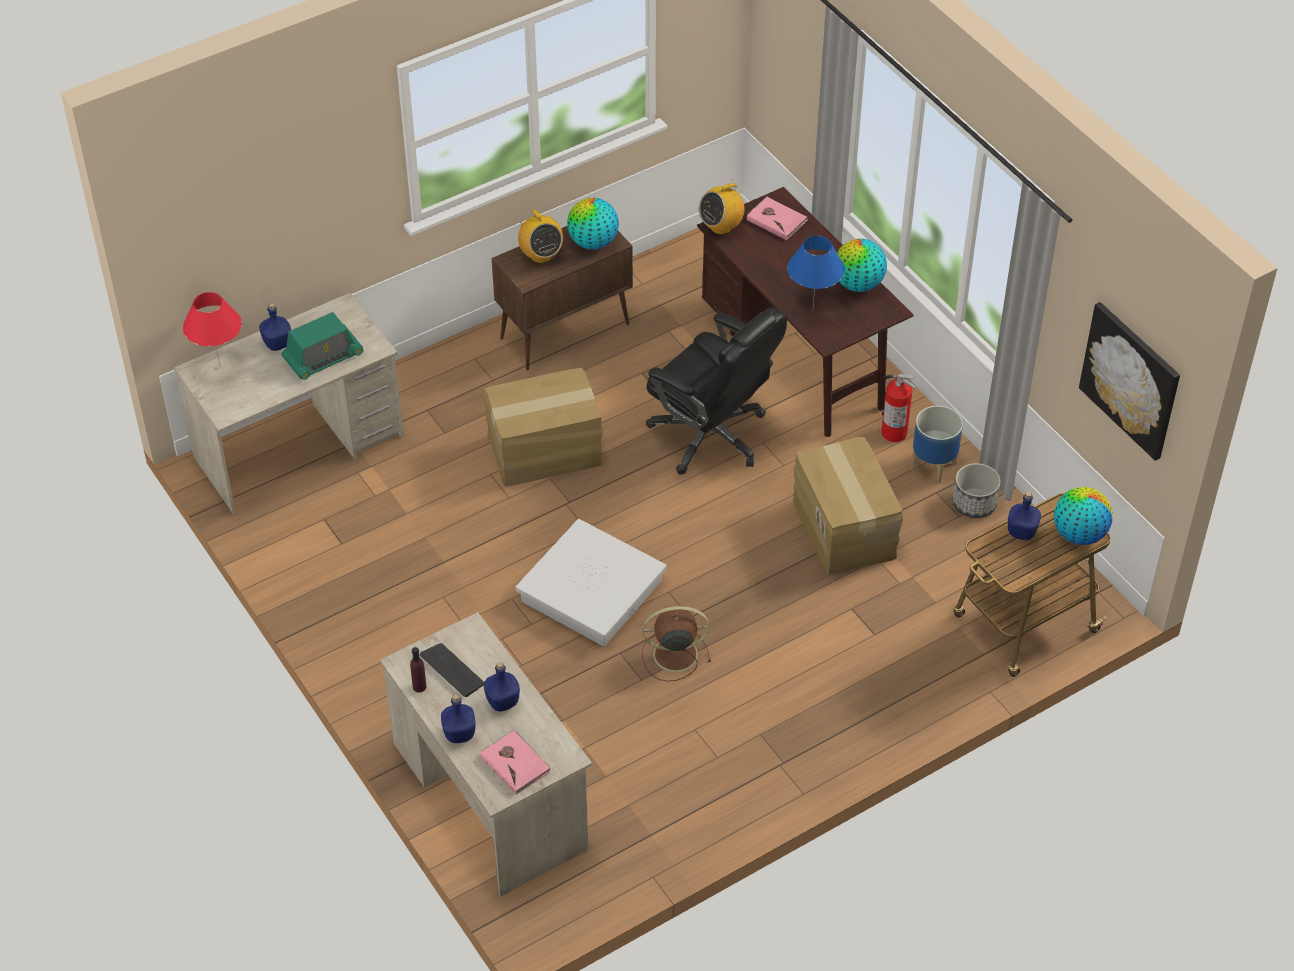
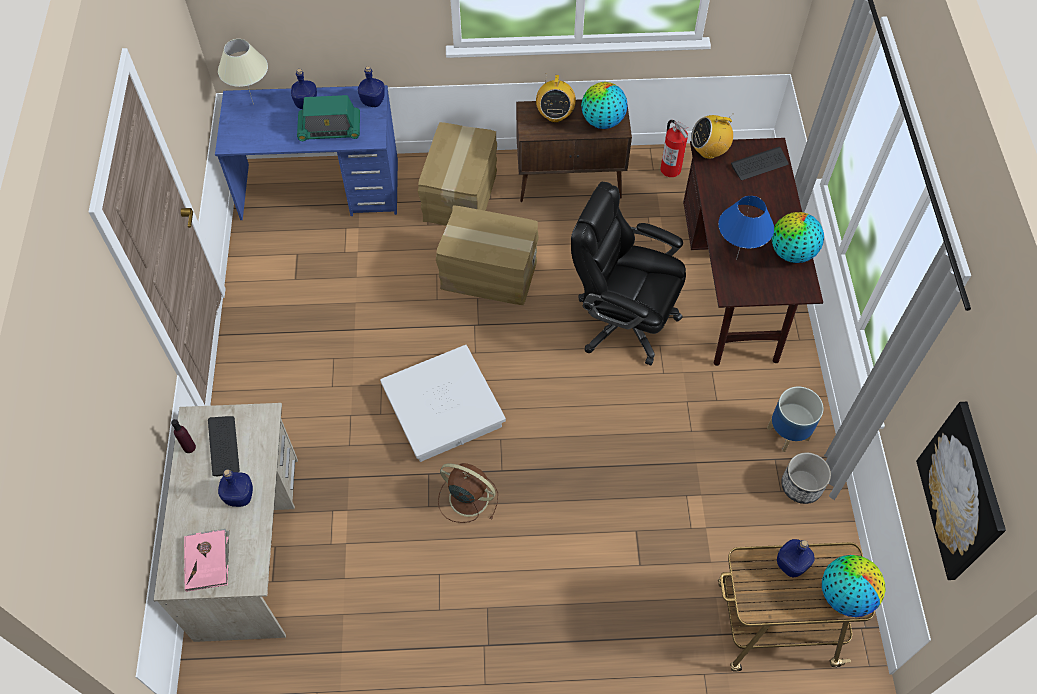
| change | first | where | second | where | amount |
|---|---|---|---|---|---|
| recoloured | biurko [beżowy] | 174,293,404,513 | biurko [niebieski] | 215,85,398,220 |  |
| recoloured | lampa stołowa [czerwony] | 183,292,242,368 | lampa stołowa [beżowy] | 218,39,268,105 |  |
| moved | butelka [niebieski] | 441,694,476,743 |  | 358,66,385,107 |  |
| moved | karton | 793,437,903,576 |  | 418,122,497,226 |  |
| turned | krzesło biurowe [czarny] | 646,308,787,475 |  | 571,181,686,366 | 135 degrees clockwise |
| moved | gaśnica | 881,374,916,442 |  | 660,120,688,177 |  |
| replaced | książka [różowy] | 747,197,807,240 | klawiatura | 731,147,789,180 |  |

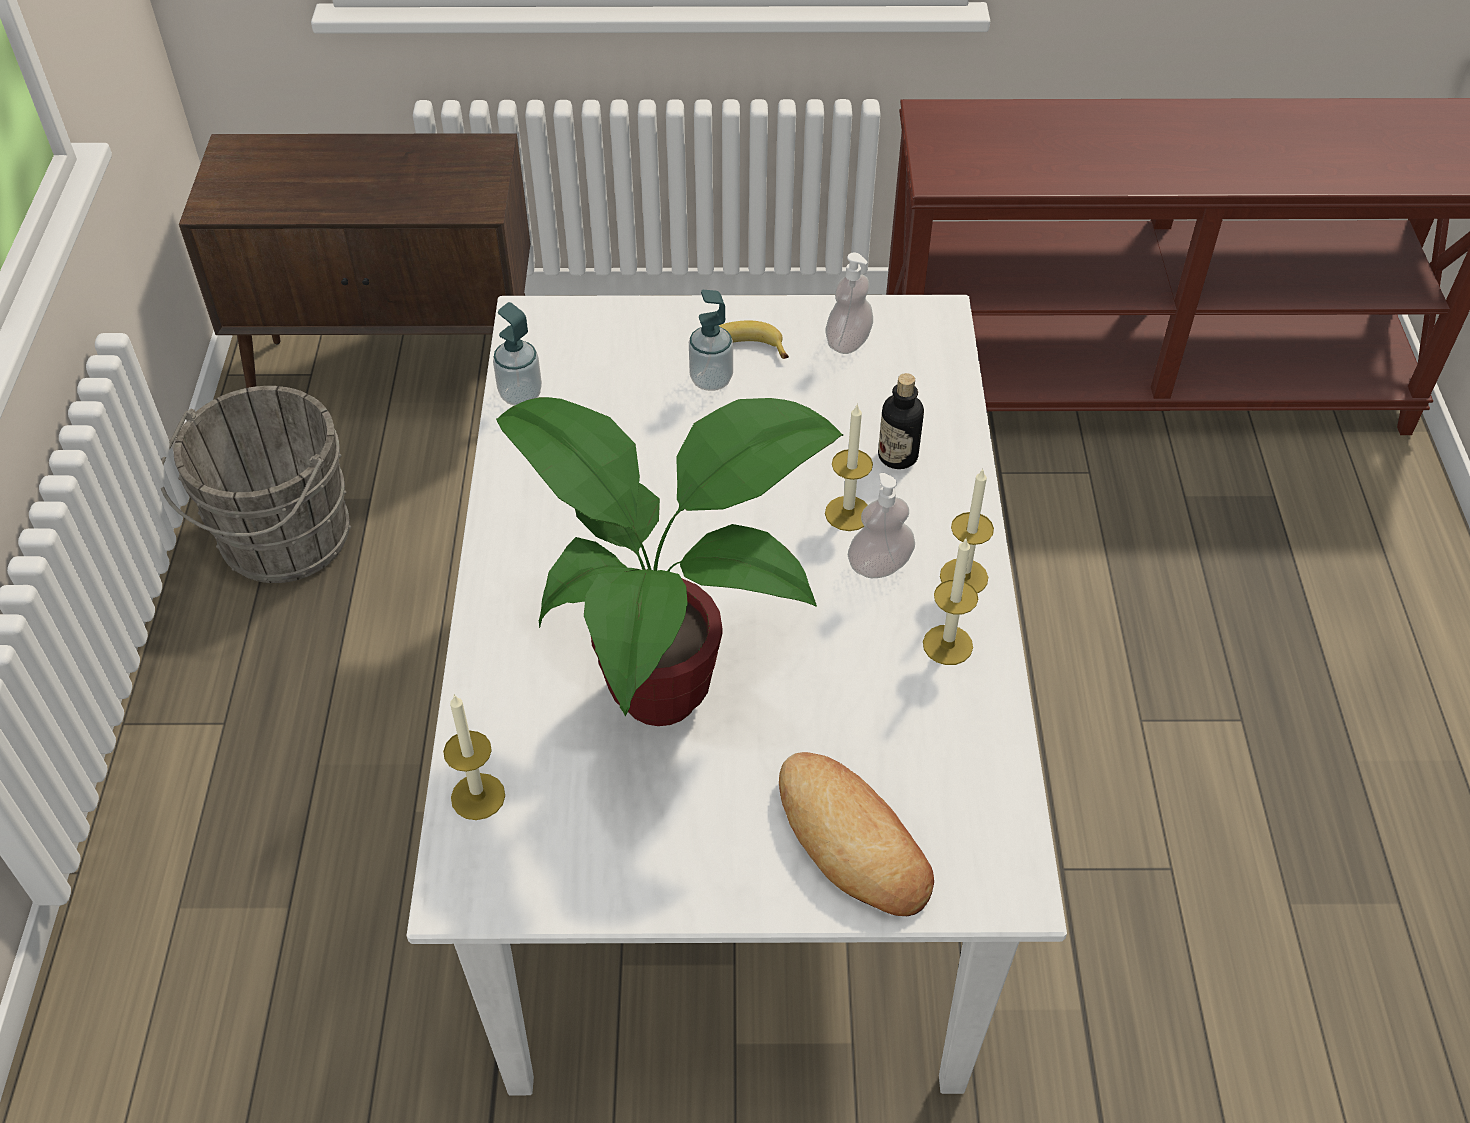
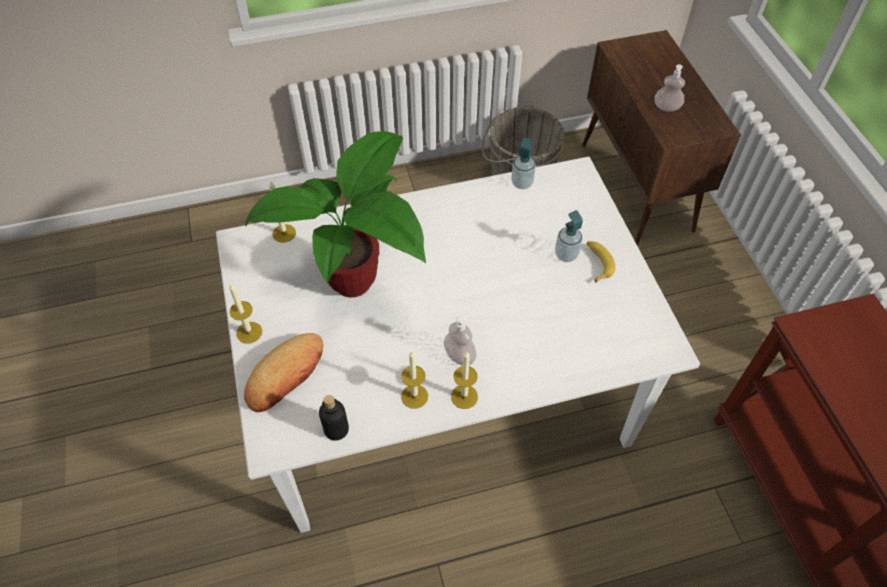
| change | first | where | second | where | amount |
|---|---|---|---|---|---|
| moved | świeca | 825,403,873,531 |  | 229,283,262,344 |  |
| moved | butelka | 878,373,924,469 |  | 319,395,349,441 |  |
| moved | dozownik mydła | 826,252,873,354 |  | 655,64,685,112 |  |

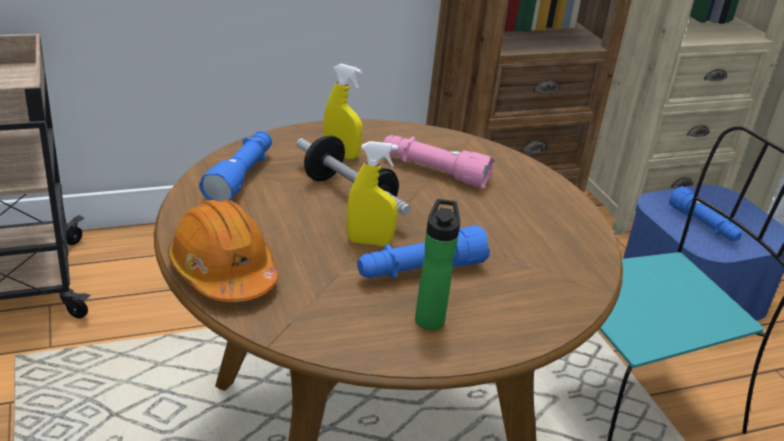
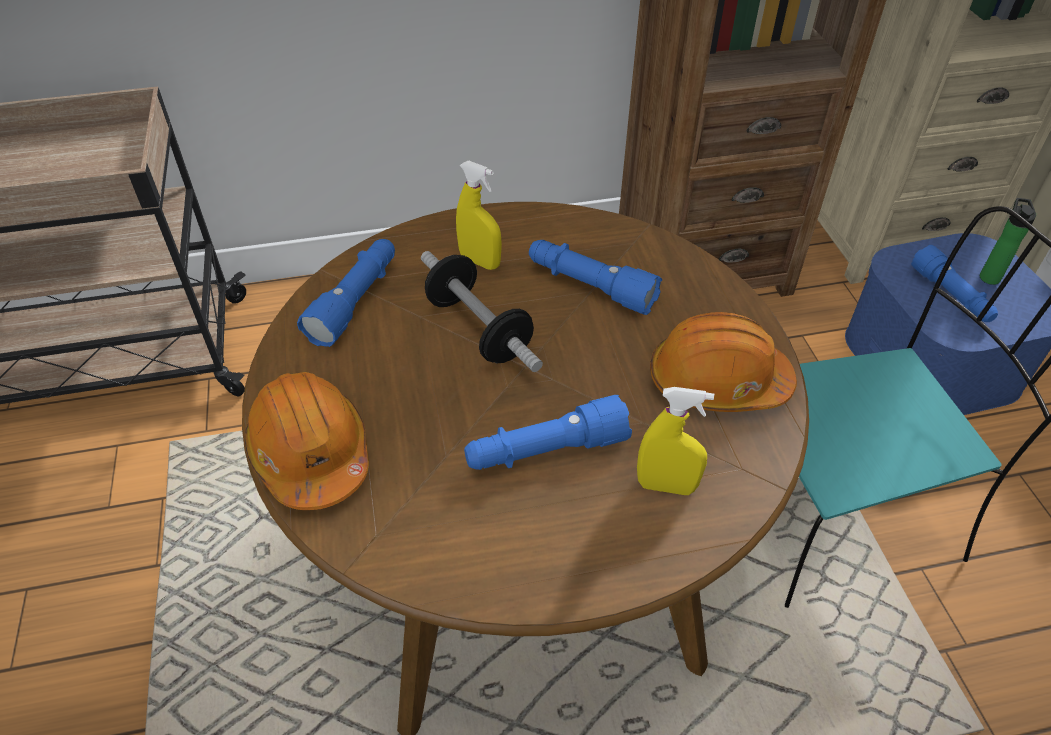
| change | first | where | second | where | amount |
|---|---|---|---|---|---|
| recoloured | latarka [różowy] | 384,135,494,189 | latarka [niebieski] | 529,240,662,315 |  |
| moved | spryskiwacz [żółty] | 346,141,398,246 |  | 637,387,714,495 |  |
| added |  |  | kask [pomarańczowy] | 650,312,797,412 |  |
| moved | butelka | 415,199,460,330 |  | 980,198,1036,285 |  |

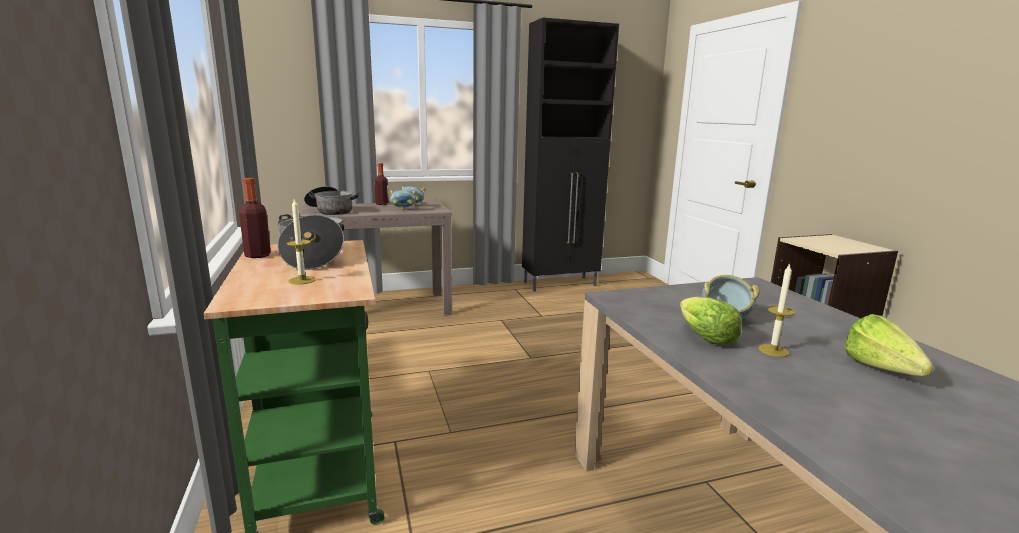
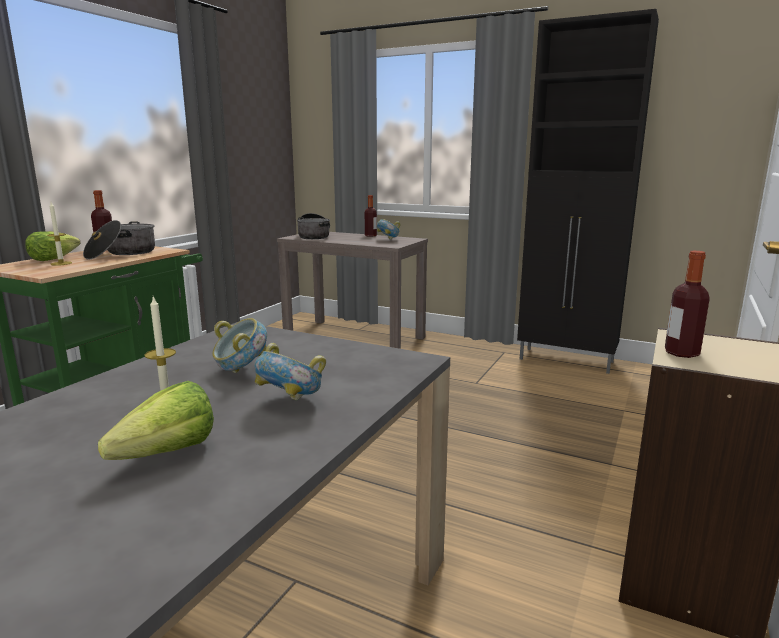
| change | first | where | second | where | amount |
|---|---|---|---|---|---|
| moved | sałata | 680,297,742,345 |  | 25,231,80,261 |  |
| moved | miska | 390,190,416,210 |  | 254,343,326,401 |  |
| added |  |  | butelka | 665,251,710,358 |  |

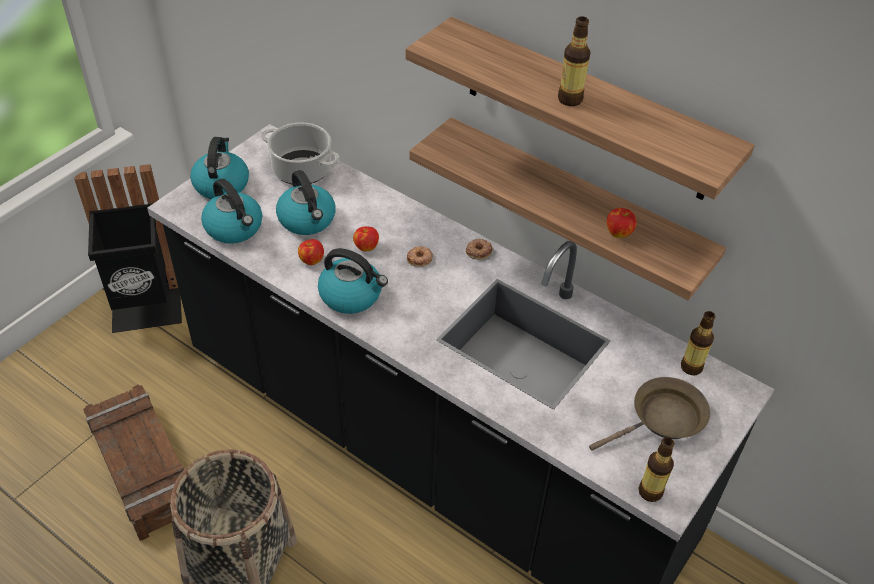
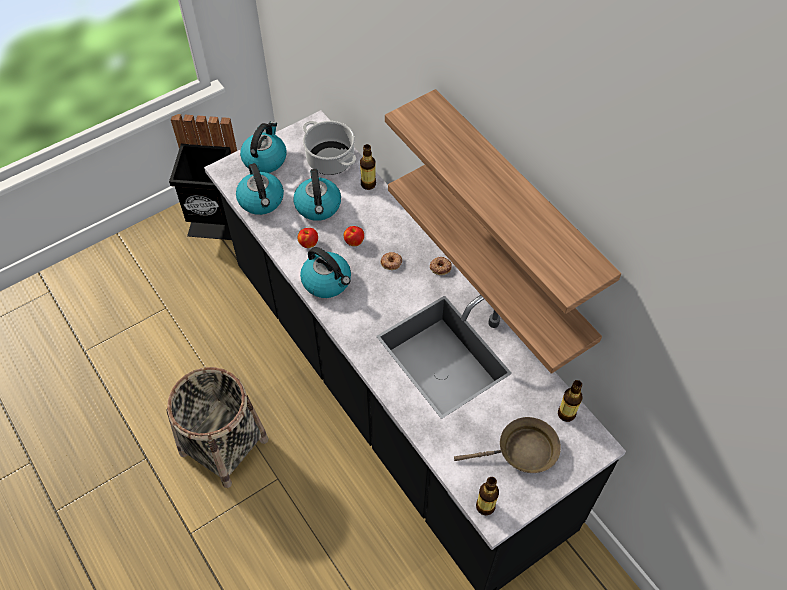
| change | first | where | second | where | amount |
|---|---|---|---|---|---|
| moved | butelka | 558,16,591,106 |  | 360,144,376,190 |  |
| removed | skrzynka | 83,384,184,541 |  |  |  |
| removed | jabłko | 607,208,637,238 |  |  |  |

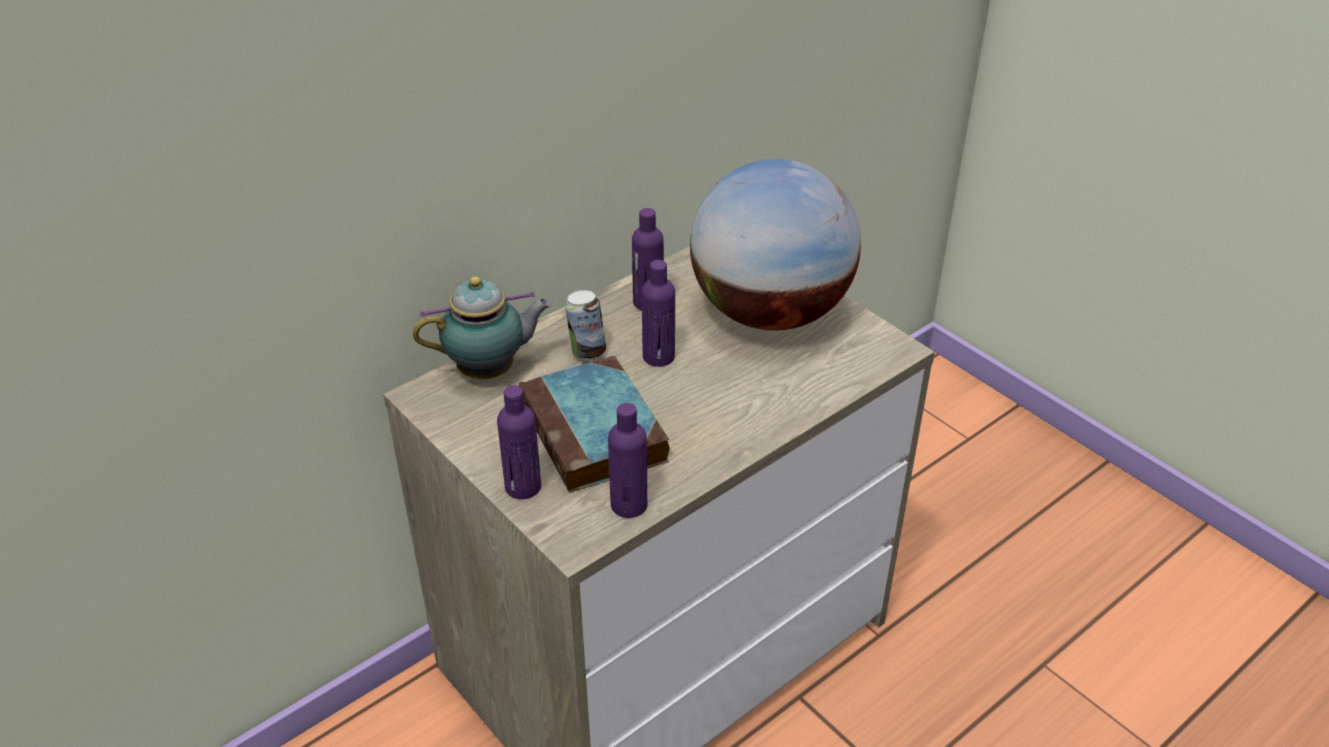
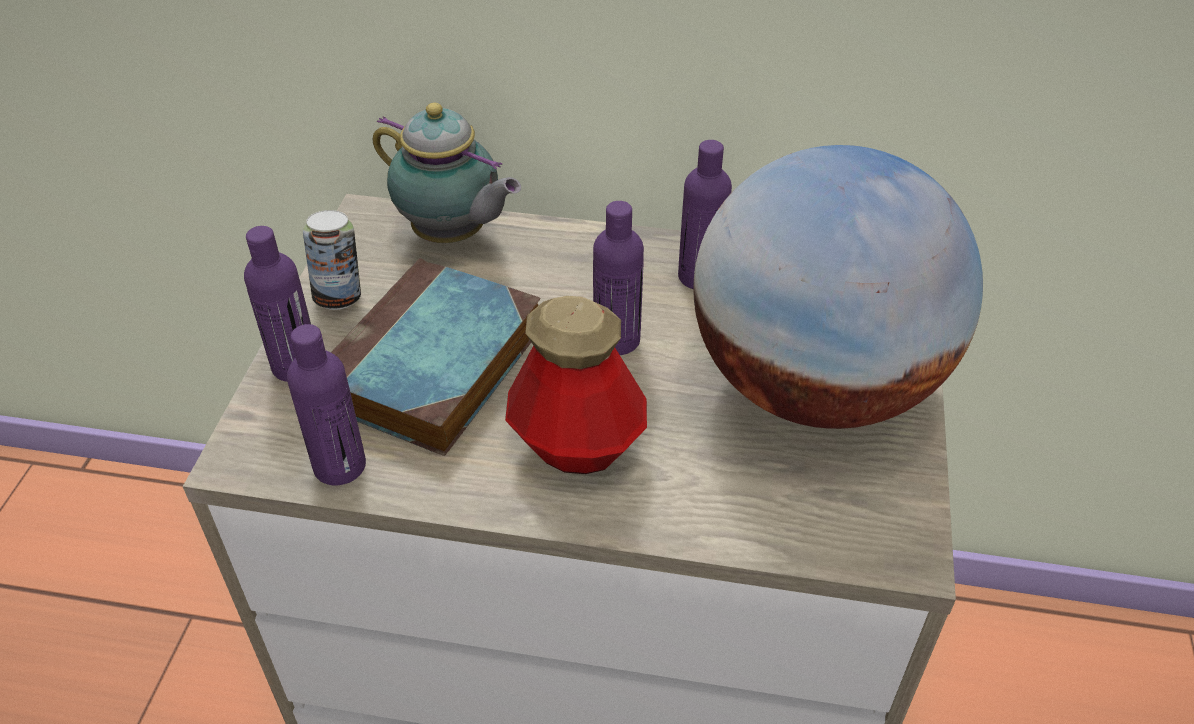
| change | first | where | second | where | amount |
|---|---|---|---|---|---|
| moved | puszka | 565,290,606,360 |  | 303,210,361,310 |  |
| added |  |  | butelka | 505,296,647,474 |  |

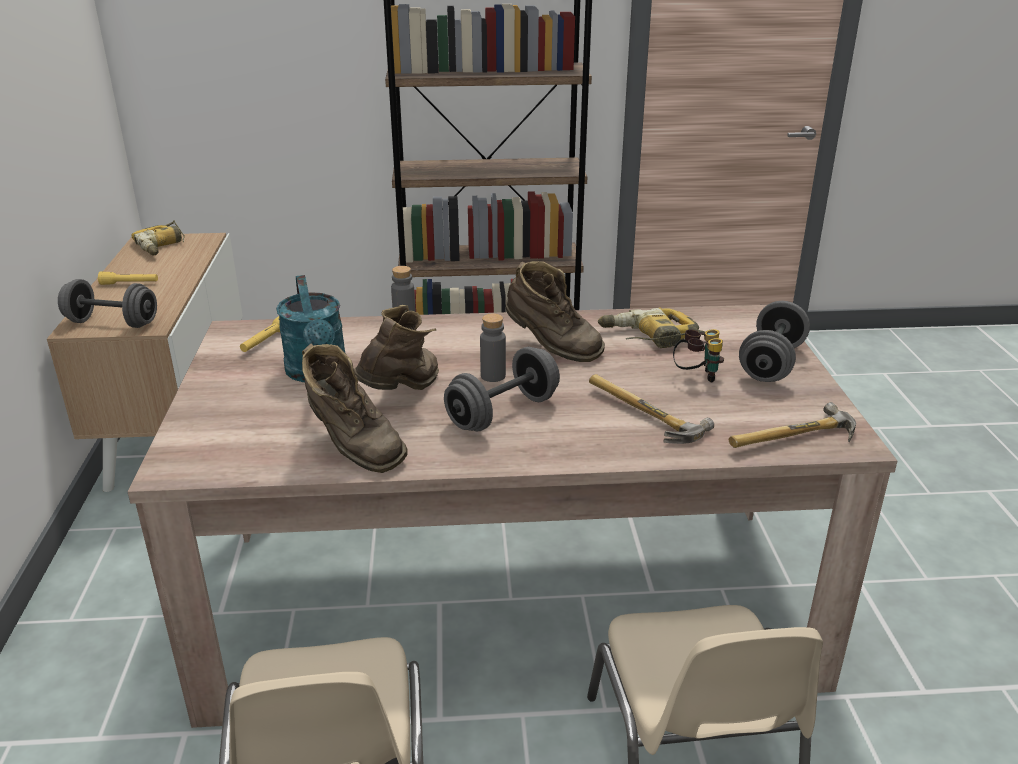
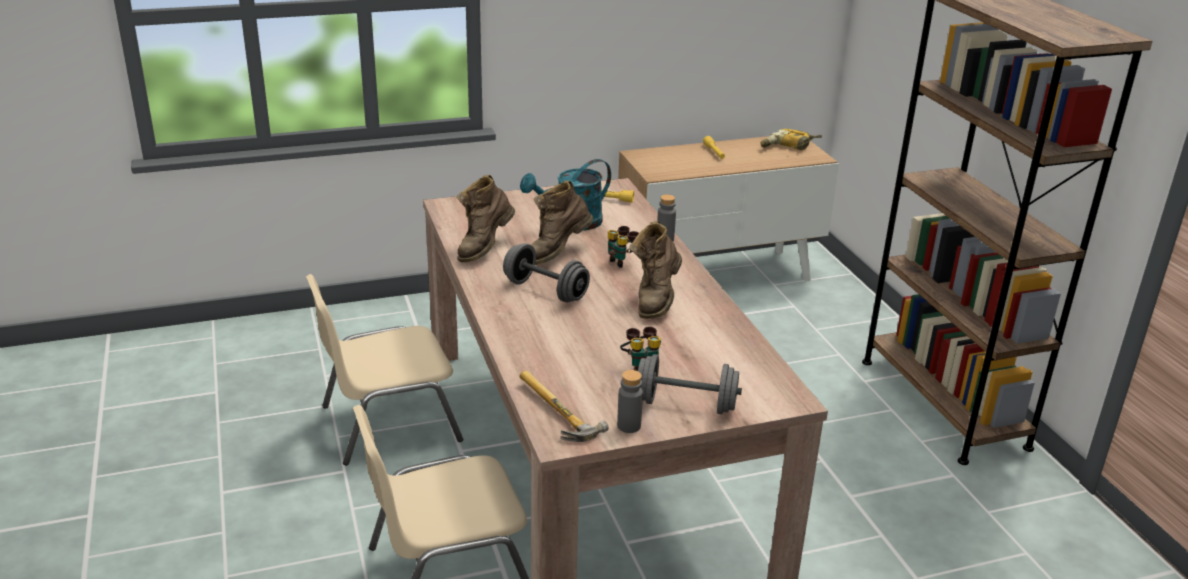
| change | first | where | second | where | amount |
|---|---|---|---|---|---|
| turned | but z cholewką [brązowy] | 354,305,439,390 |  | 532,181,594,265 | 120 degrees clockwise |
| added |  |  | lornetka | 608,226,639,268 |  |
| moved | butelka [szary] | 480,313,506,382 |  | 617,370,643,433 |  |
| removed | hantel [szary] | 58,279,157,328 |  |  |  |
| removed | młotek | 589,374,714,444 |  |  |  |
| removed | wiertarka | 598,308,705,348 |  |  |  |

